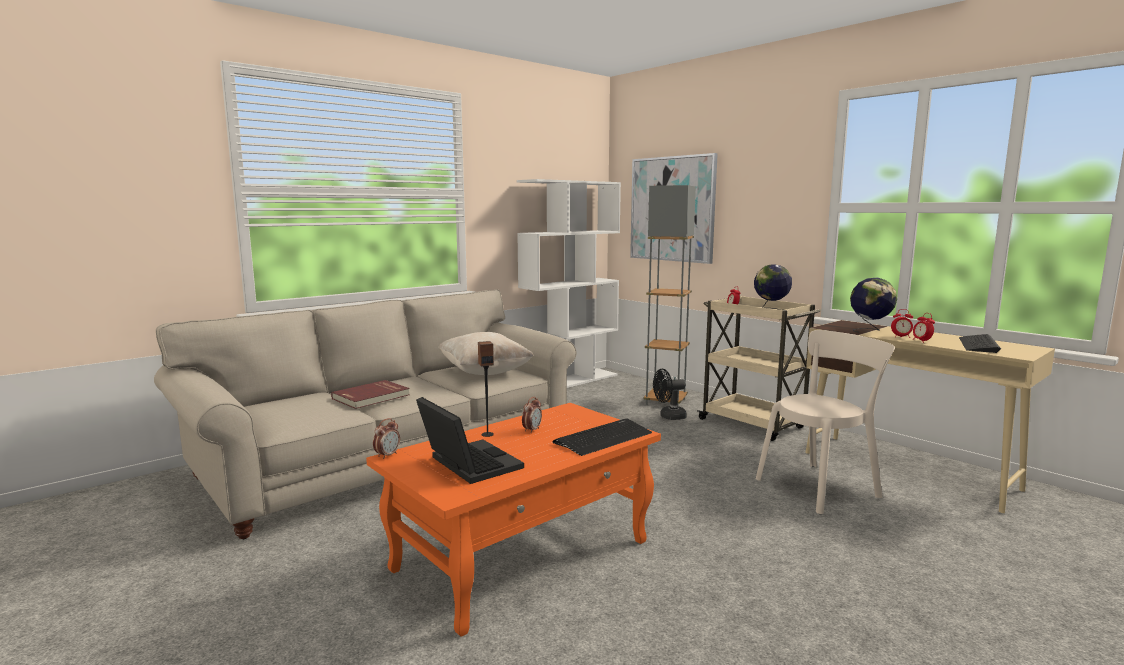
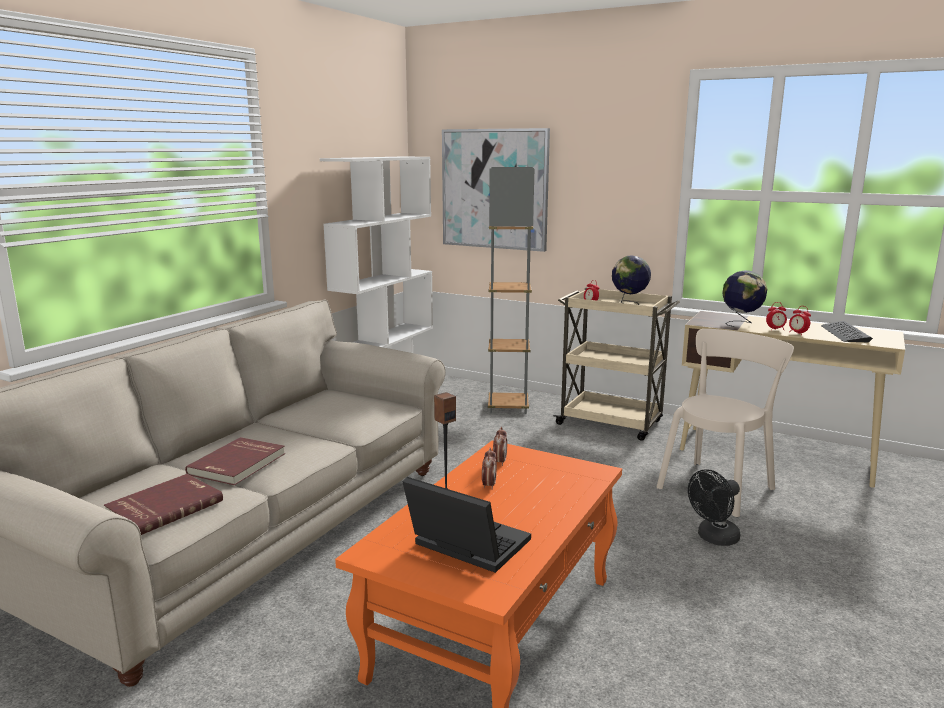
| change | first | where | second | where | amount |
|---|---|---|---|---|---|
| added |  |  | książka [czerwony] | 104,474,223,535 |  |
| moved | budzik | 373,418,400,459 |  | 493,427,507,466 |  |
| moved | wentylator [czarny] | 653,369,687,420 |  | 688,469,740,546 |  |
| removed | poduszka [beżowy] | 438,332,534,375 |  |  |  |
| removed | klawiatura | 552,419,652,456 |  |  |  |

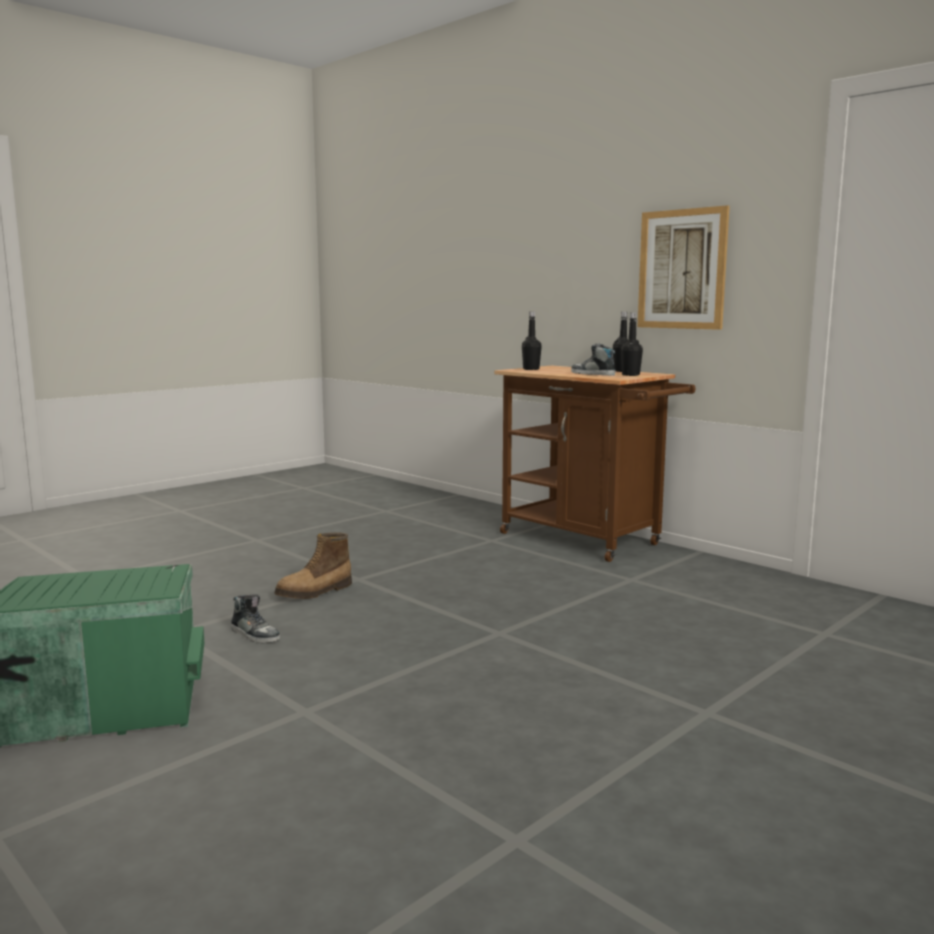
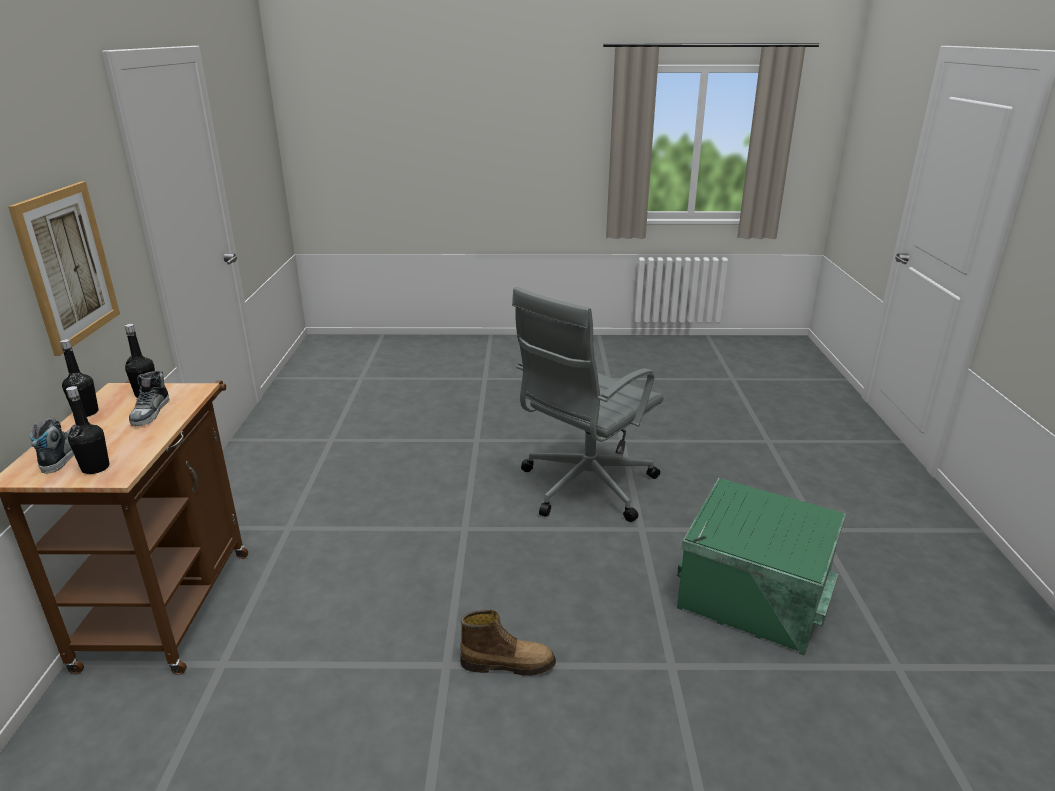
| change | first | where | second | where | amount |
|---|---|---|---|---|---|
| moved | but | 231,594,280,644 |  | 30,418,75,474 |  |
| added |  |  | krzesło biurowe [szary] | 512,287,664,522 |  |

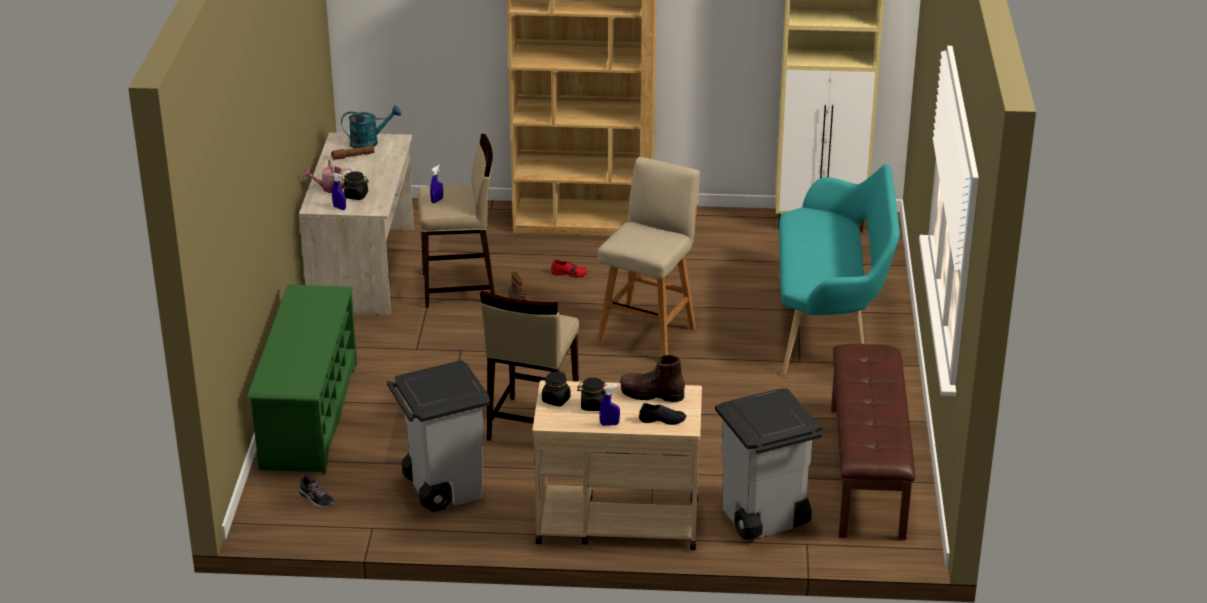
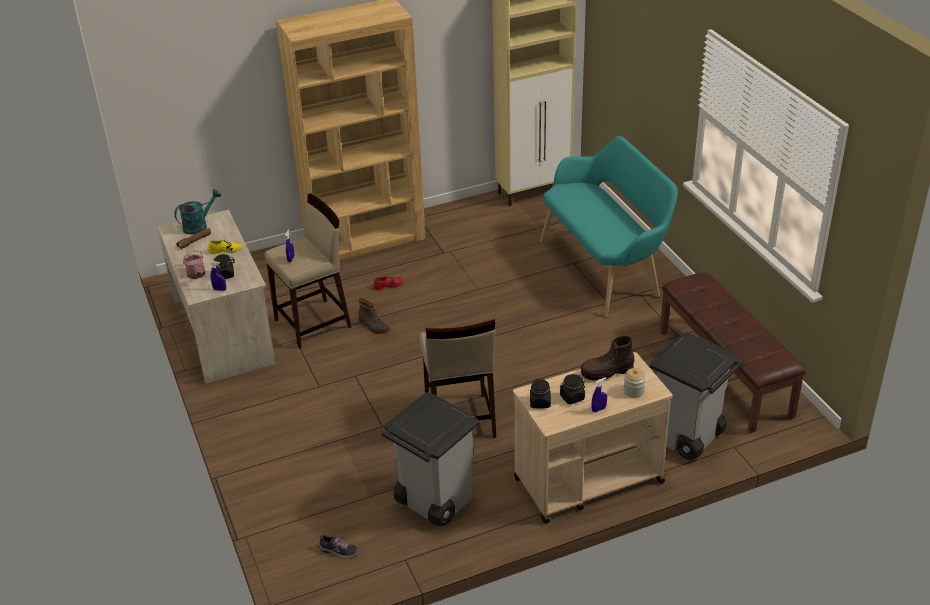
| change | first | where | second | where | amount |
|---|---|---|---|---|---|
| turned | konewka | 303,159,353,193 |  | 183,250,205,279 | 75 degrees counterclockwise |
| added |  |  | but [żółty] | 208,240,242,254 |  |
| replaced | but [czarny] | 639,403,686,425 | słoik | 624,368,646,398 |  |
| removed | regał na buty [zielony] | 247,285,357,474 |  |  |  |
| removed | stołek [beżowy] | 597,157,700,356 |  |  |  |

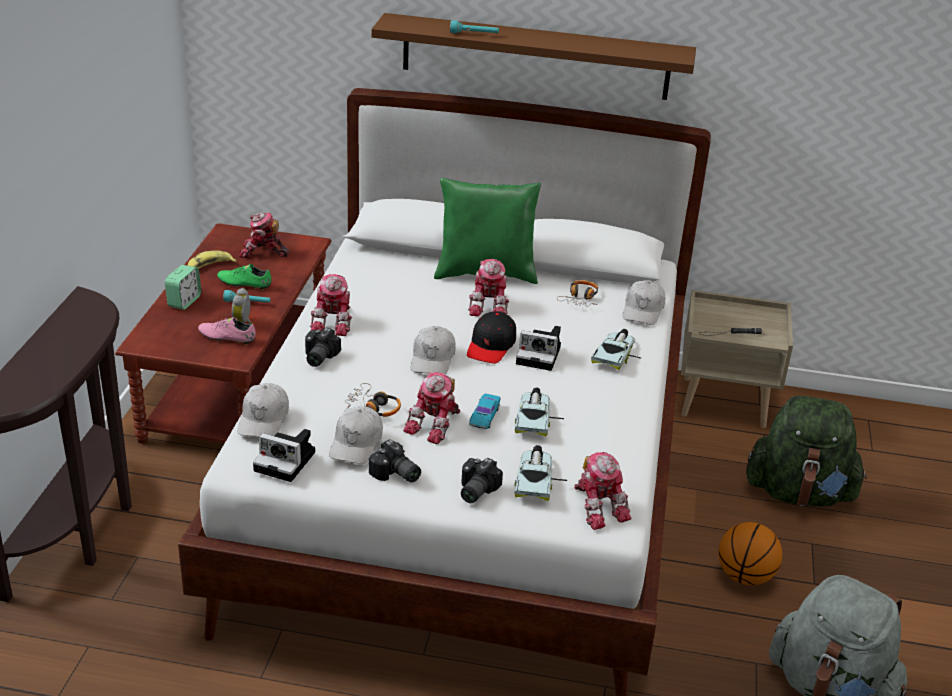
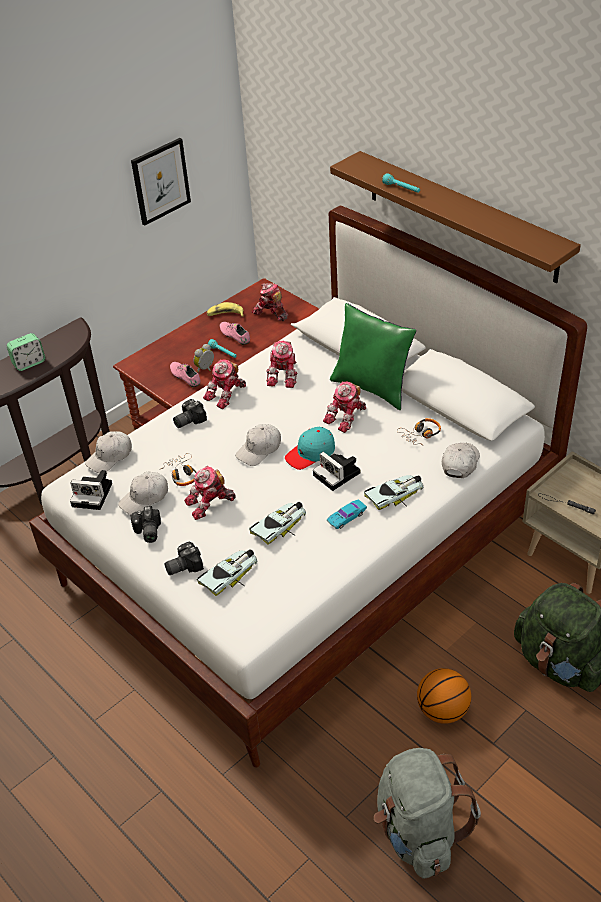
| change | first | where | second | where | amount |
|---|---|---|---|---|---|
| moved | budzik | 165,265,201,310 |  | 7,333,45,371 |  |
| turned | aparat fotograficzny | 253,429,315,482 |  | 70,470,112,510 | 45 degrees counterclockwise |
| added |  |  | obraz | 131,138,191,226 |  |
| recoloured | but [zielony] | 217,264,271,290 | but [różowy] | 220,322,250,345 |  |
| moved | robot zabawkowy | 574,452,631,530 |  | 266,341,298,388 |  |
| recoloured | czapka z daszkiem [czarny] | 467,311,516,364 | czapka z daszkiem [turkusowy] | 285,427,335,470 |  |
| moved | samochodzik [turkusowy] | 469,393,500,429 |  | 327,499,367,529 |  |
| turned | czapka z daszkiem [biały] | 622,280,665,325 |  | 442,443,480,478 | 150 degrees clockwise |

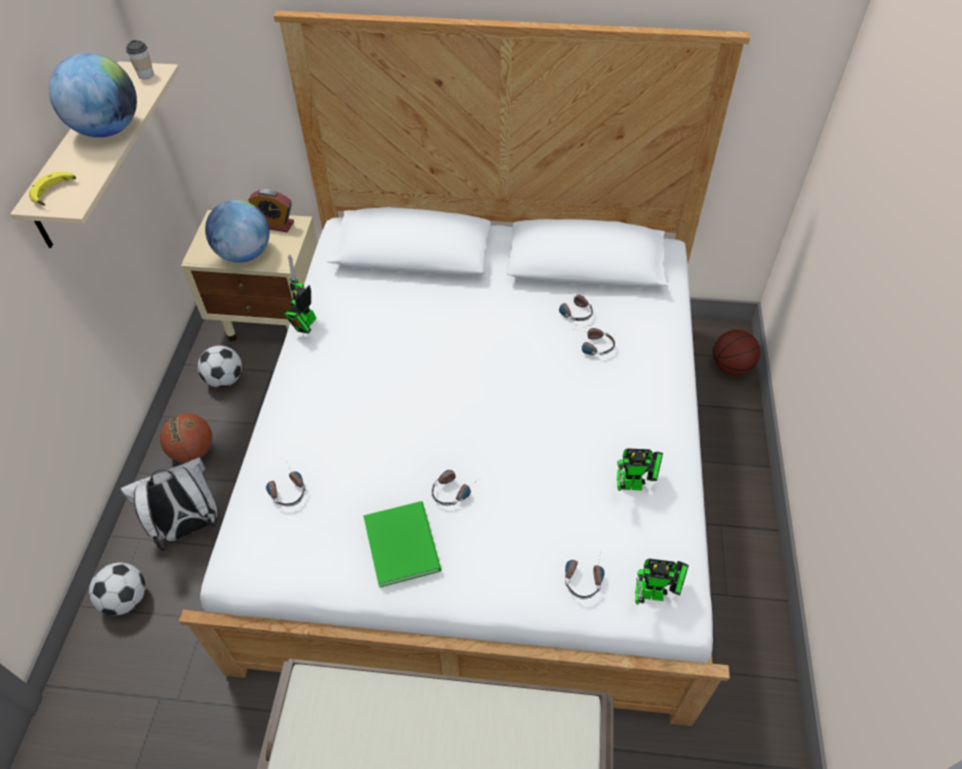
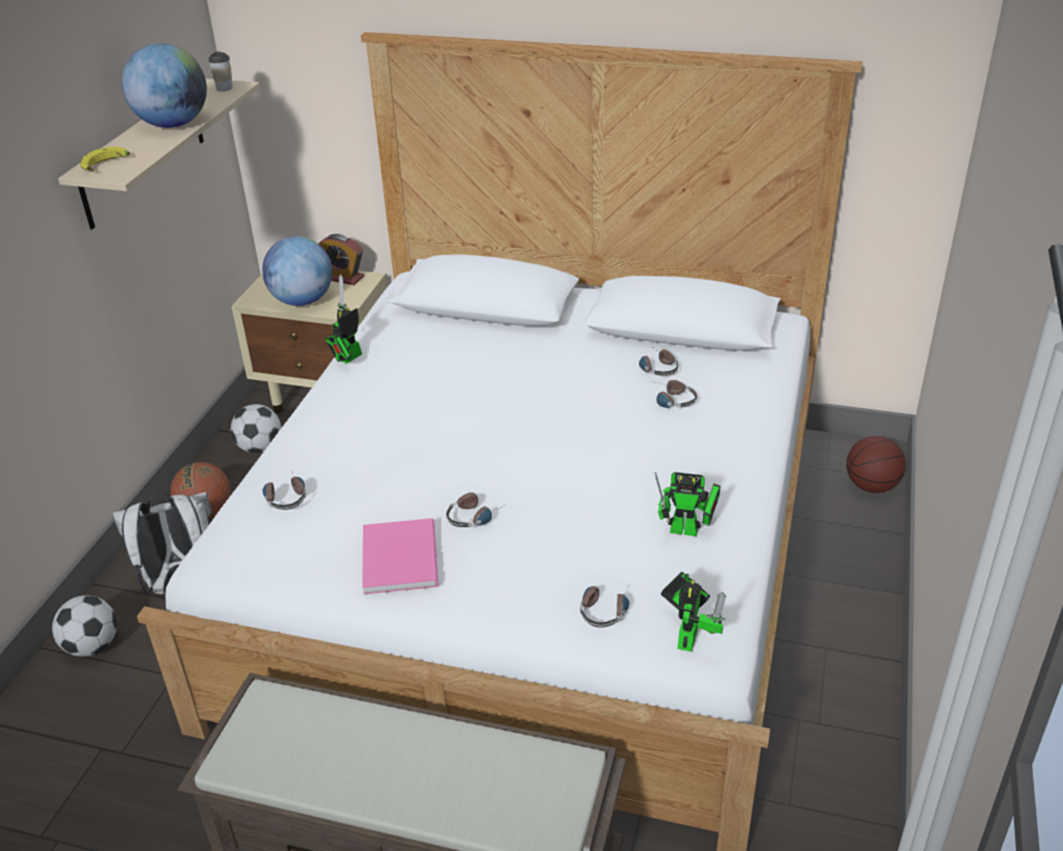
| change | first | where | second | where | amount |
|---|---|---|---|---|---|
| recoloured | książka [zielony] | 363,501,441,588 | książka [różowy] | 362,518,438,594 |  |
| turned | robot zabawkowy | 635,559,689,605 |  | 661,572,726,652 | 90 degrees counterclockwise |

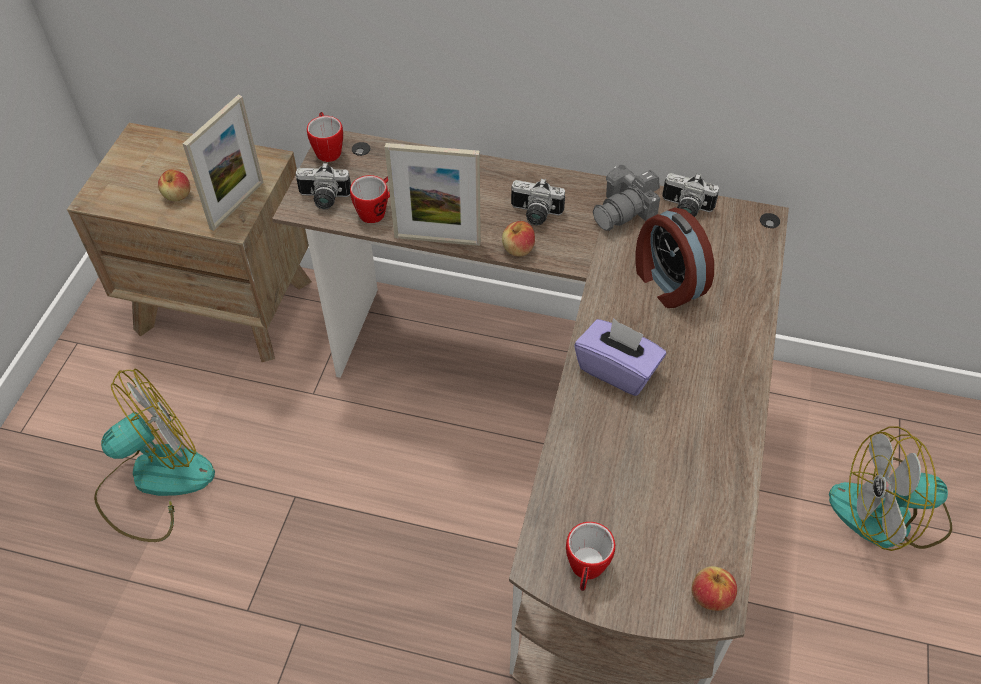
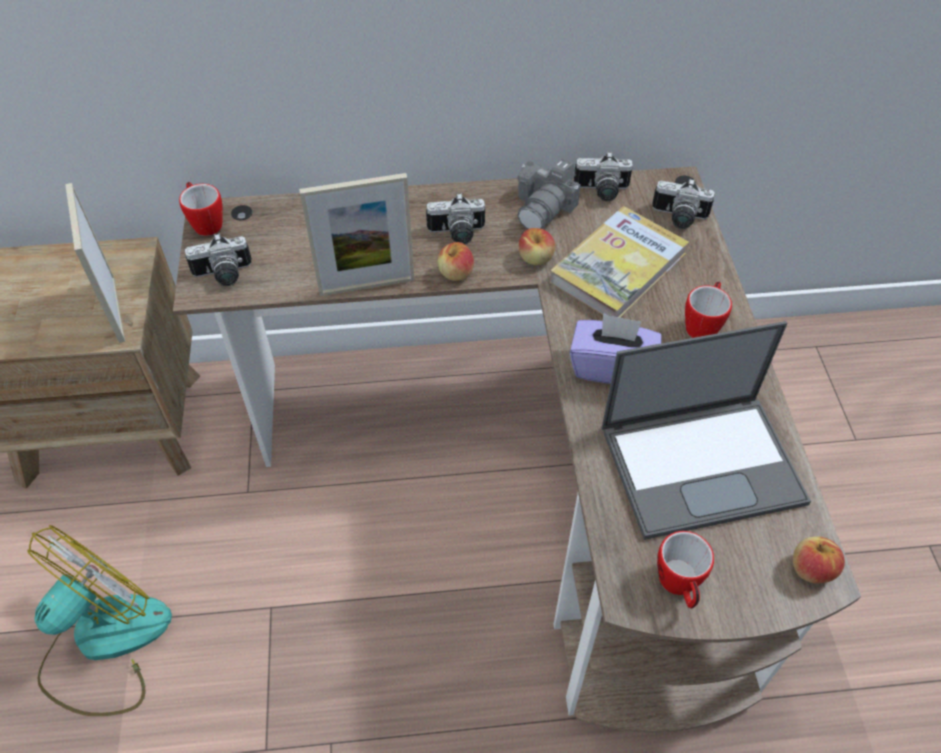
| change | first | where | second | where | amount |
|---|---|---|---|---|---|
| turned | ramka na zdjęcie | 183,95,263,231 |  | 65,183,125,343 | 150 degrees clockwise |
| moved | jabłko | 158,169,190,201 |  | 519,228,555,265 |  |
| replaced | budzik | 635,208,714,308 | książka | 550,206,689,317 |  |
| added |  |  | laptop | 602,321,811,540 |  |
| added |  |  | aparat fotograficzny | 652,178,715,229 |  |
| moved | kubek | 350,175,390,223 |  | 685,281,732,338 |  |
| removed | wentylator | 829,426,952,551 |  |  |  |

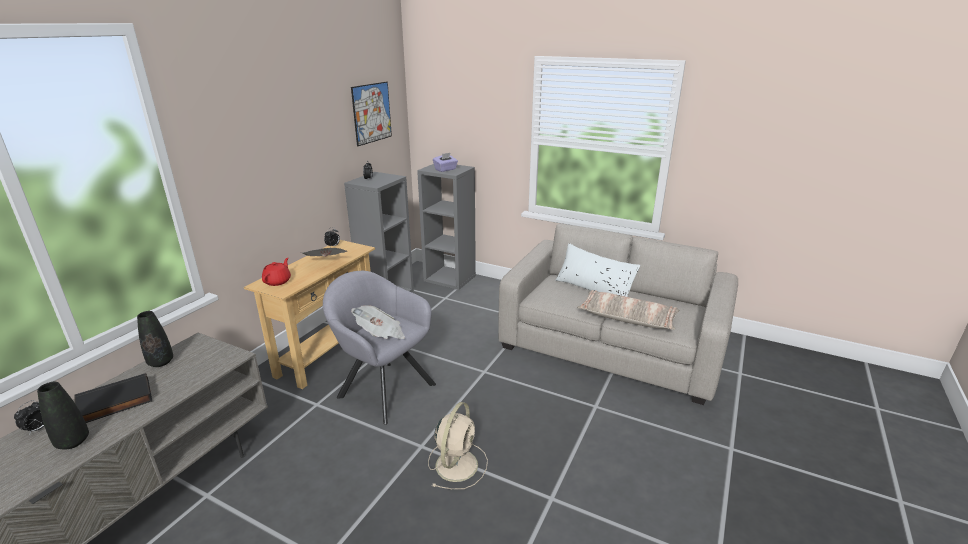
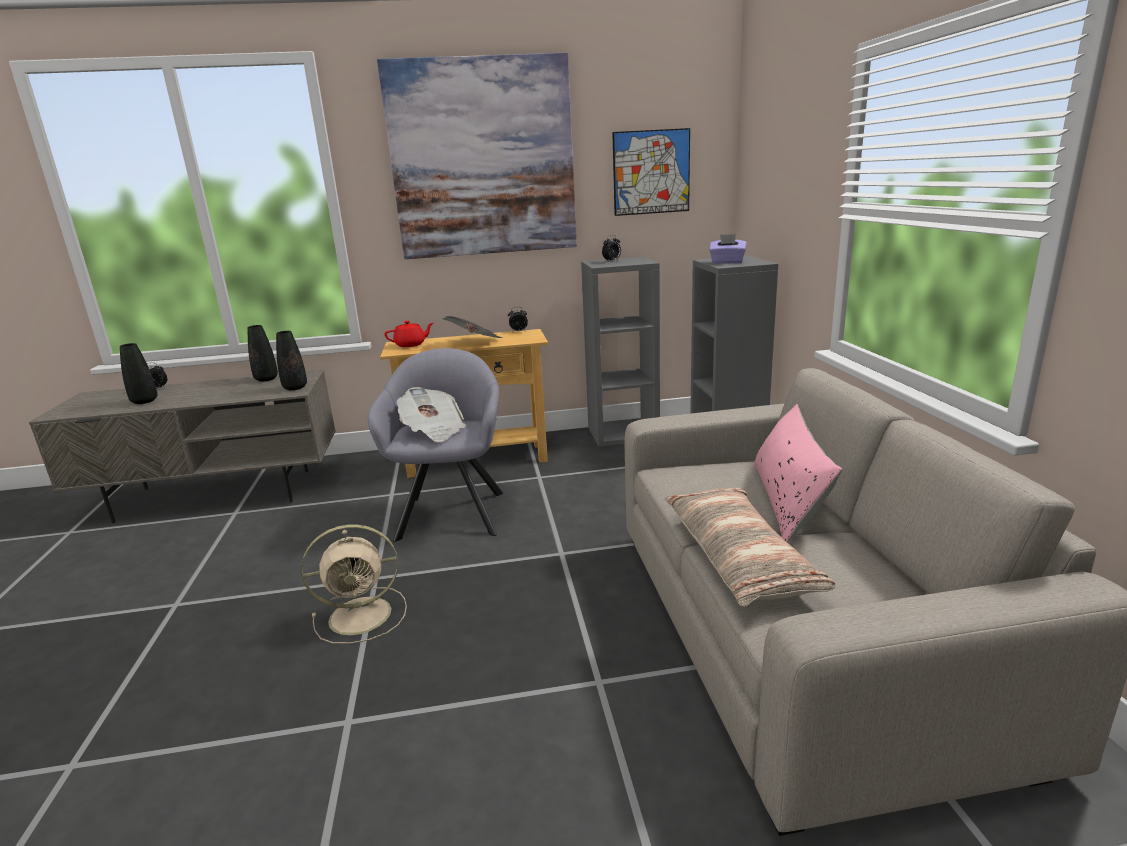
| change | first | where | second | where | amount |
|---|---|---|---|---|---|
| added |  |  | wazon [czarny] | 276,331,307,390 |  |
| added |  |  | obraz | 377,53,577,259 |  |
| recoloured | poduszka [biały] | 555,243,640,297 | poduszka [różowy] | 753,404,842,543 |  |
| removed | książka [czarny] | 74,373,152,423 |  |  |  |

